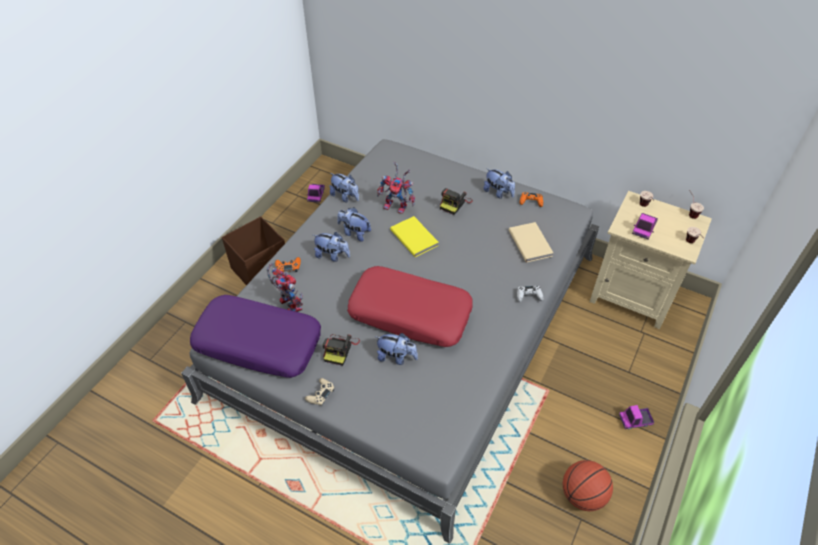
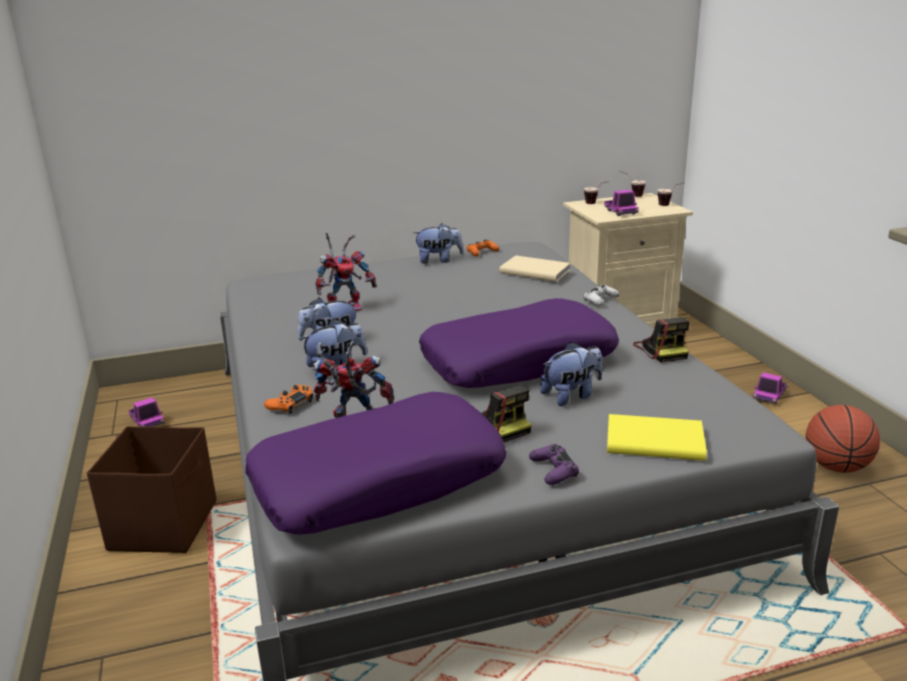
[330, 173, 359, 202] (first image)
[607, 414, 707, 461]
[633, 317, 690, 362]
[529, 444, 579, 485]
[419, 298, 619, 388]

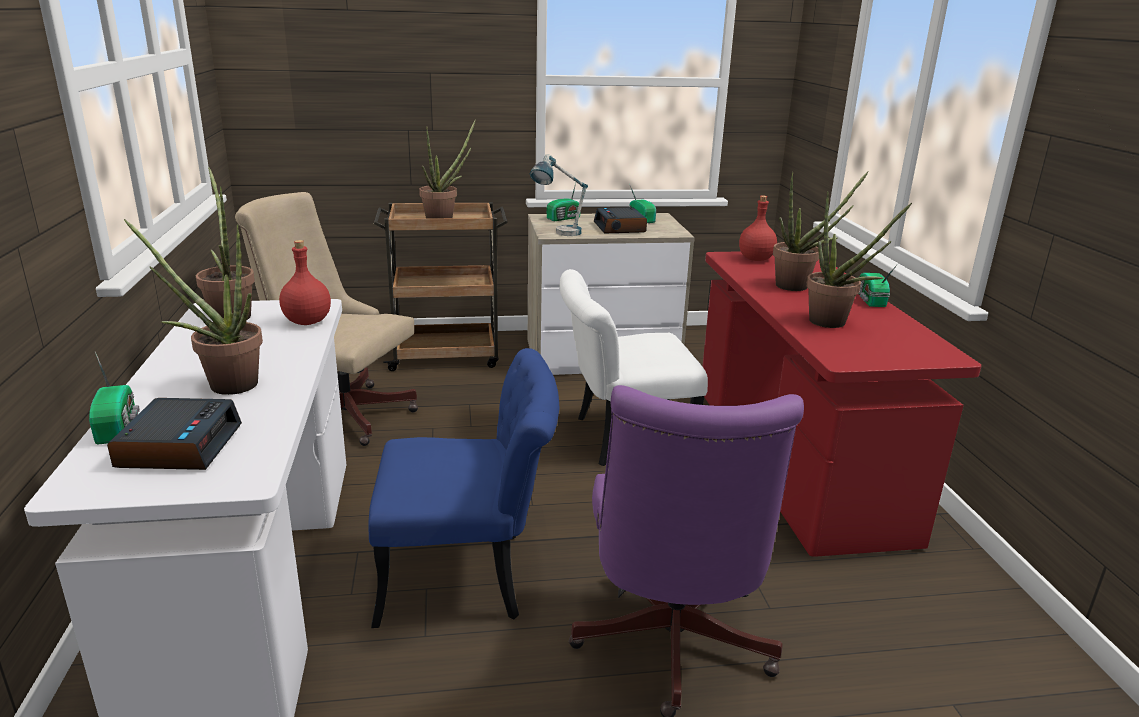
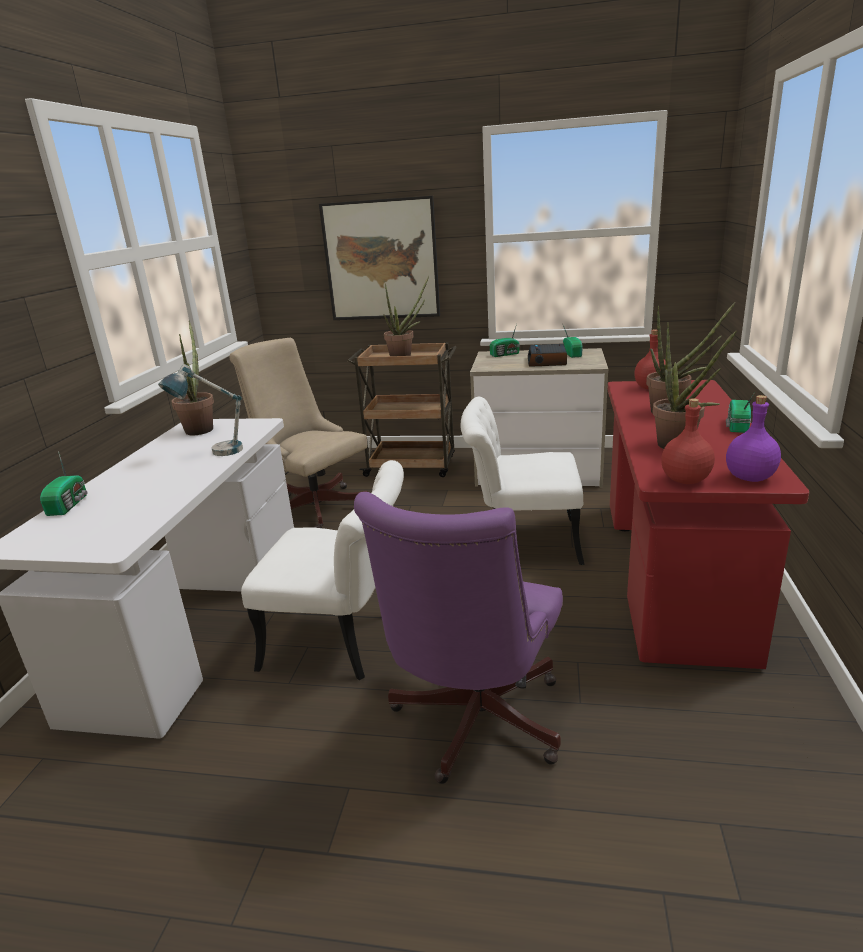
[107, 398, 242, 470] (first image)
[124, 219, 263, 395] (first image)
[319, 196, 440, 320]
[726, 395, 781, 482]
[661, 398, 715, 484]
[158, 364, 243, 456]
[241, 460, 404, 680]

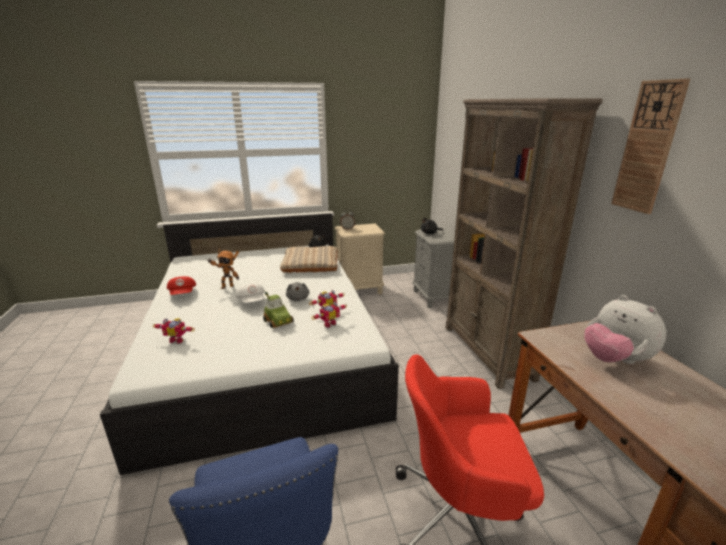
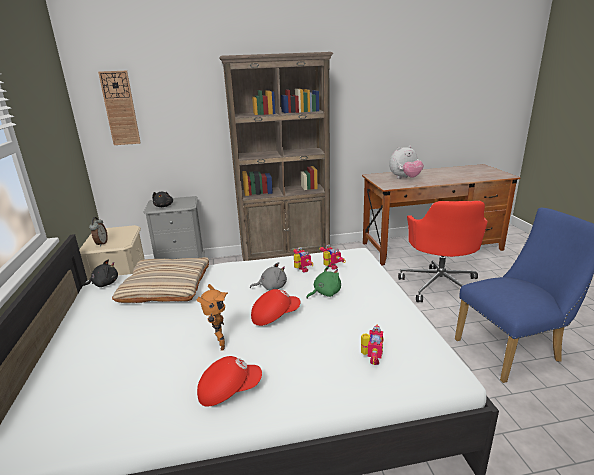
[98, 71, 141, 145]
[306, 266, 341, 298]
[251, 289, 301, 326]

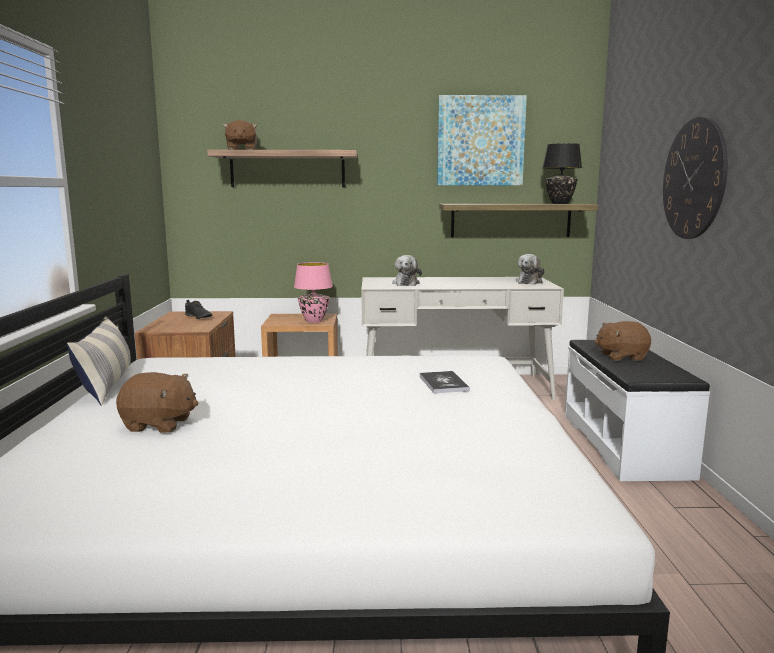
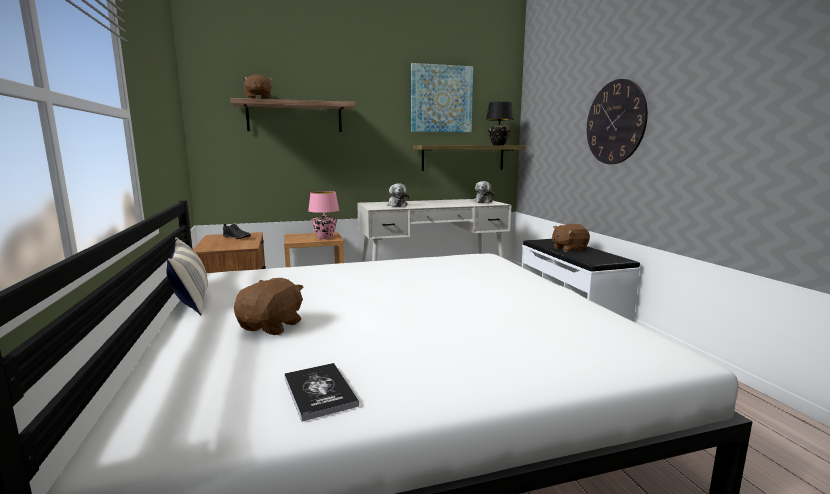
[284, 363, 359, 422]
[234, 278, 304, 335]

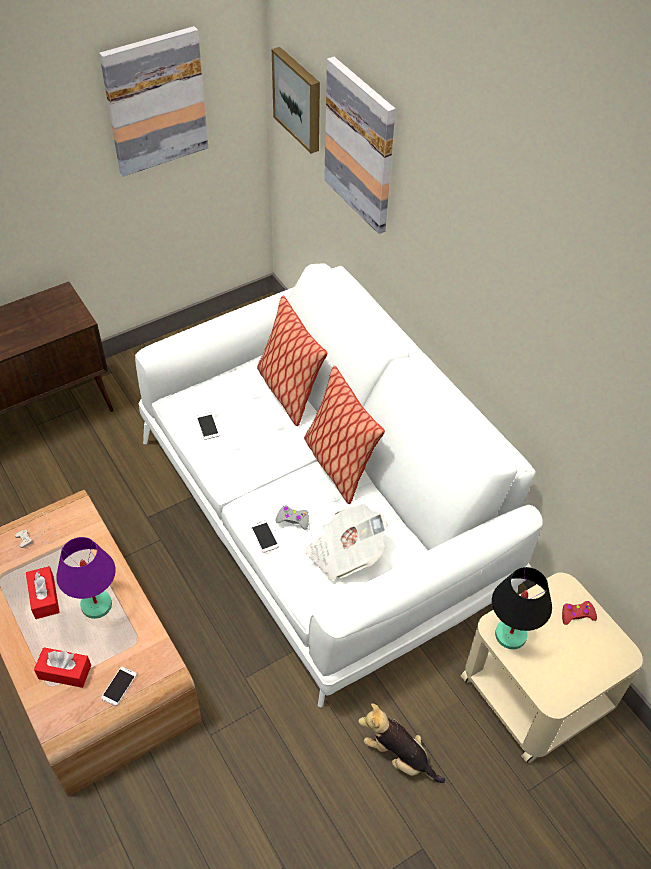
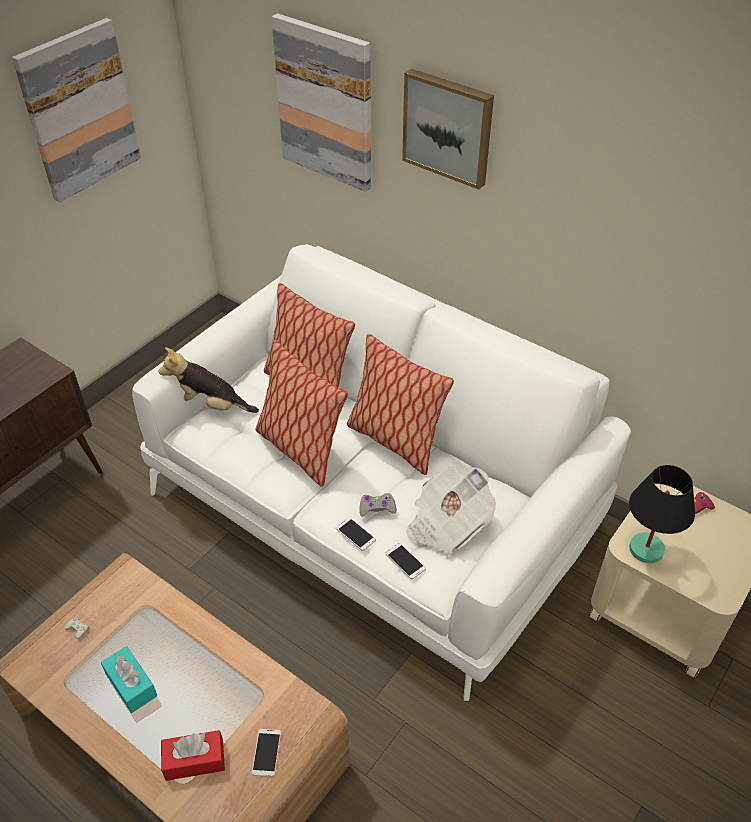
[56, 537, 116, 619] (first image)
[256, 340, 348, 487]
[385, 543, 426, 579]
[402, 69, 494, 190]
[158, 348, 259, 413]
[101, 646, 157, 713]

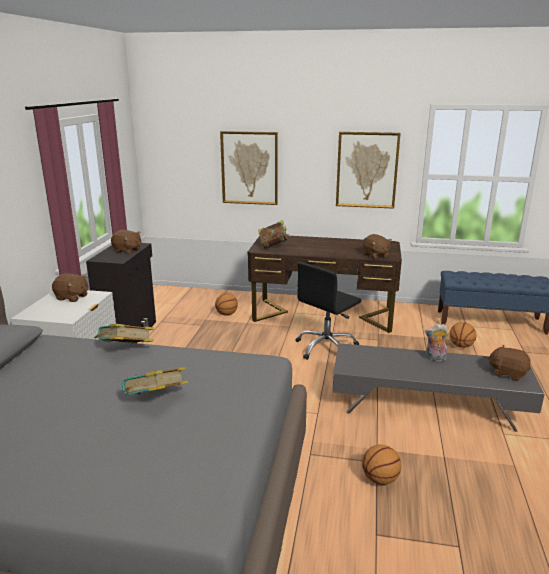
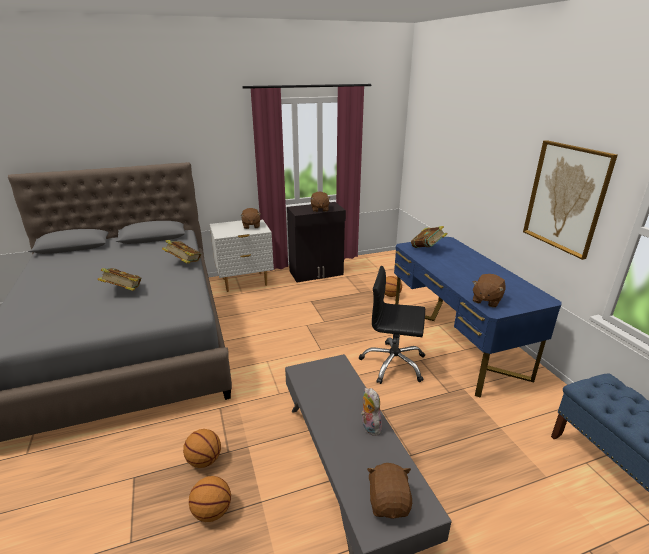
[220, 131, 278, 205] (first image)
[189, 476, 231, 522]
[394, 237, 562, 398]

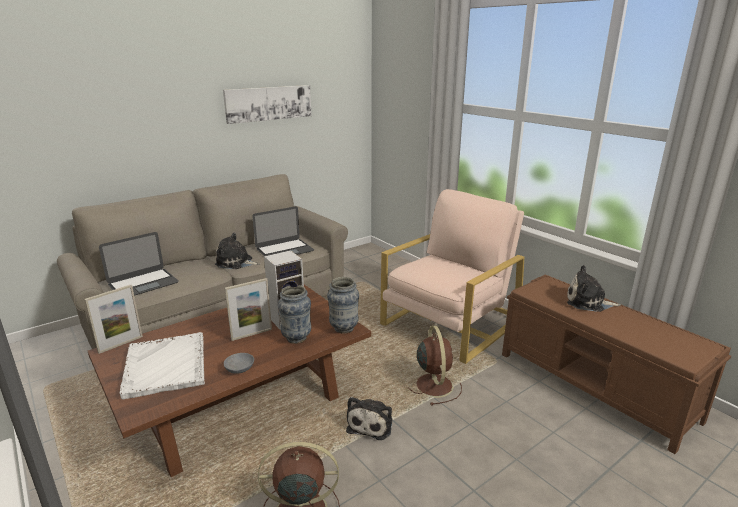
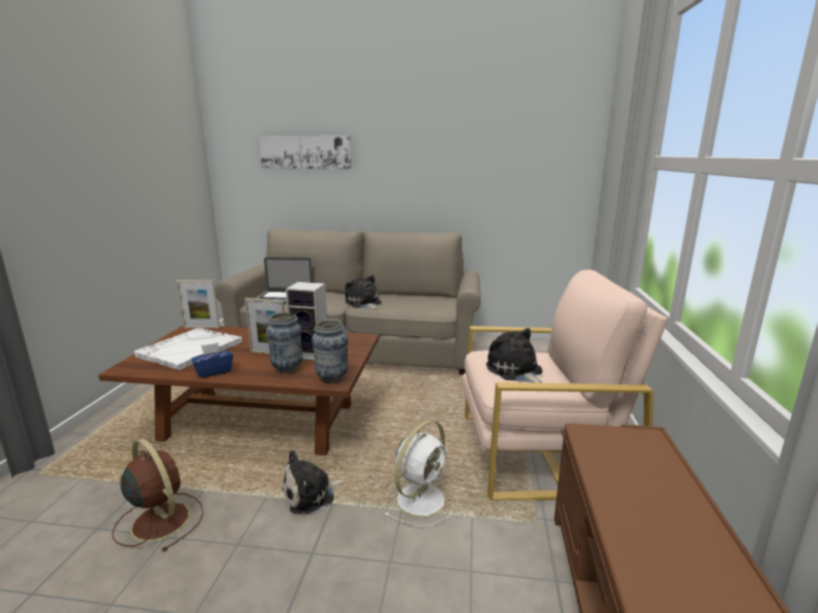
[252, 206, 314, 256] (first image)
[259, 136, 352, 169]
[486, 328, 543, 383]
[191, 343, 233, 378]
[385, 420, 451, 527]

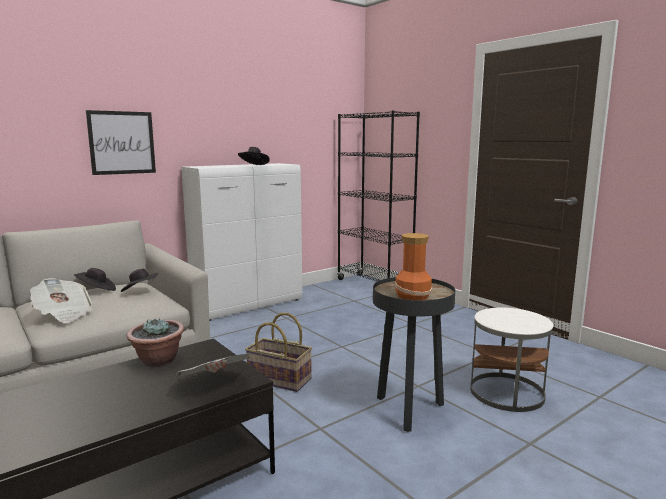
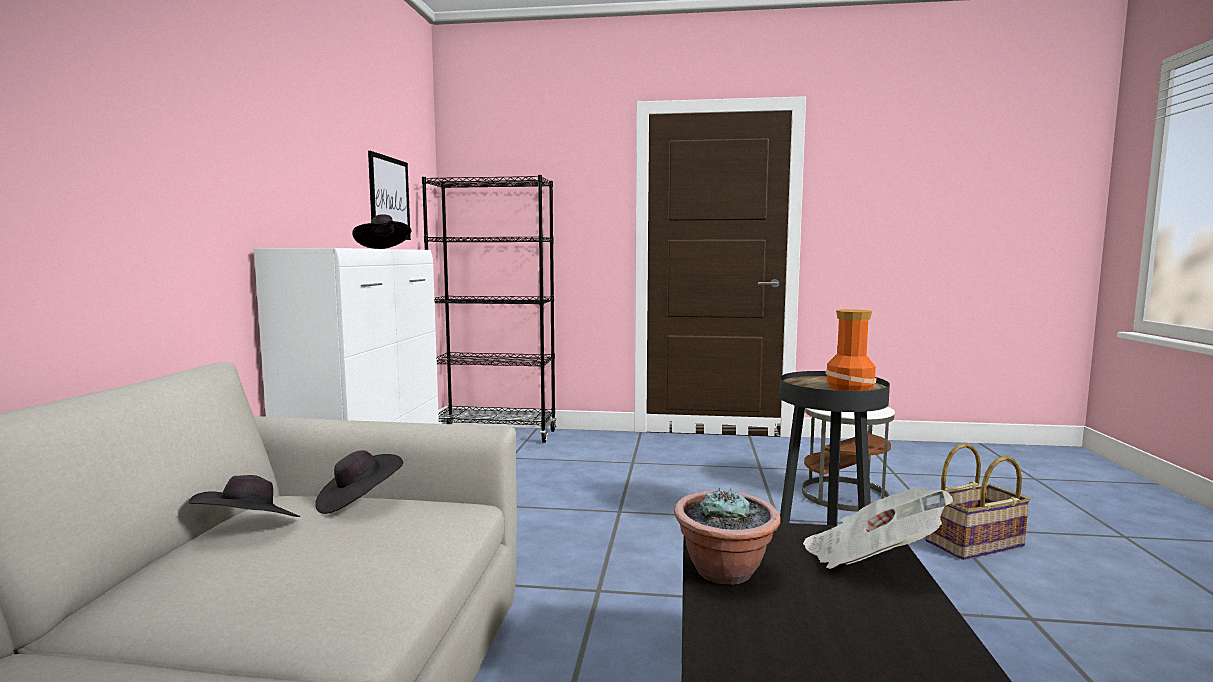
[30, 278, 93, 323] (first image)
[368, 151, 411, 240]
[926, 443, 1031, 560]

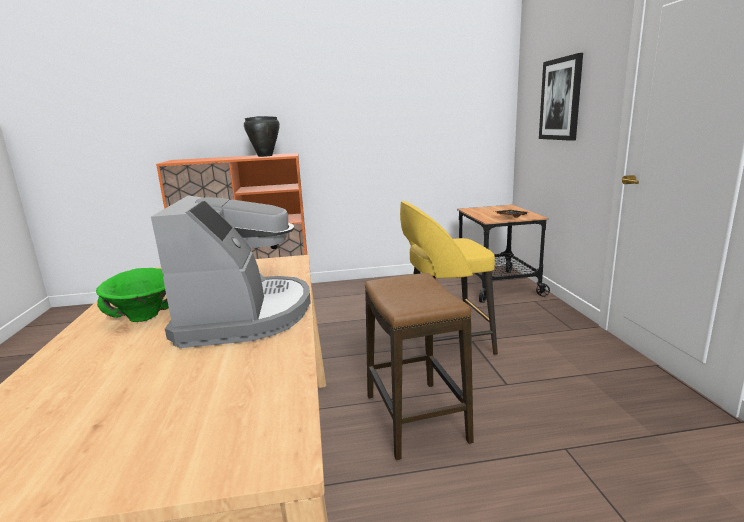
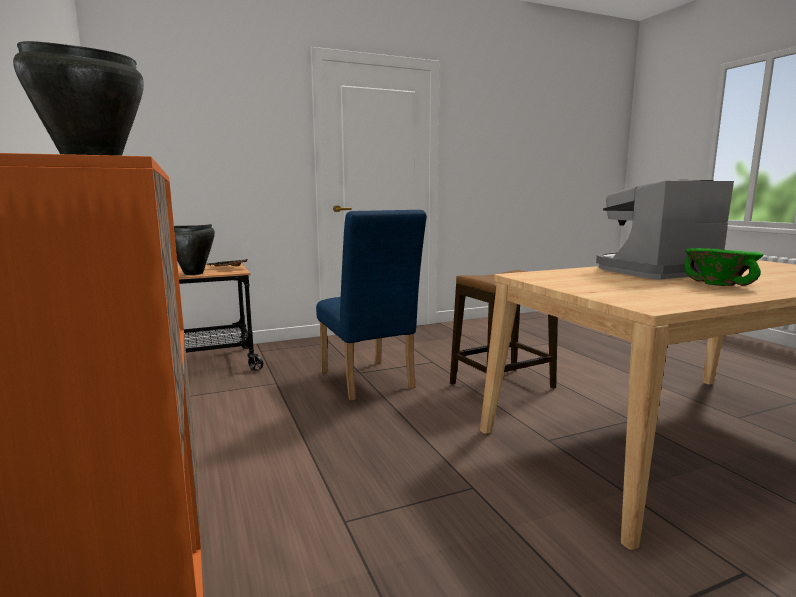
[539, 53, 583, 141] (first image)
[174, 224, 215, 275]
[316, 210, 427, 401]

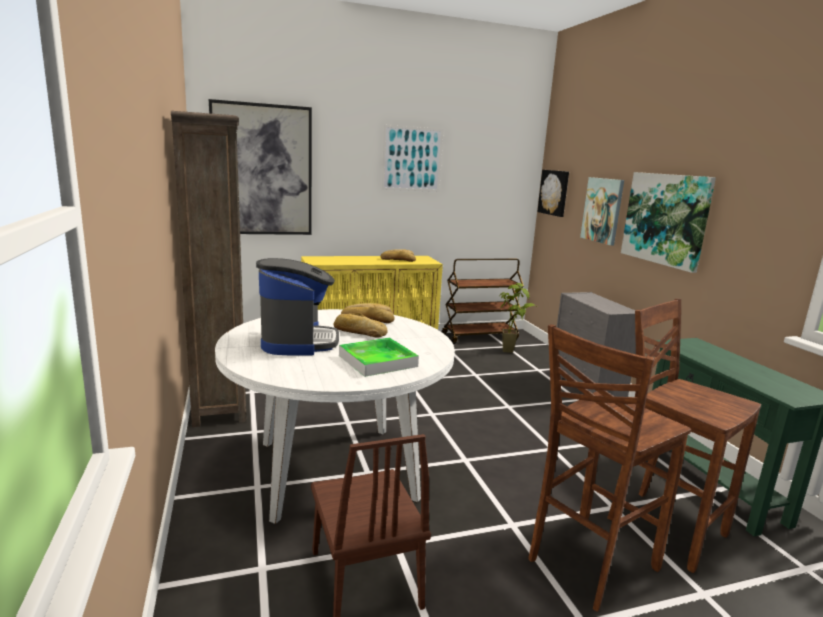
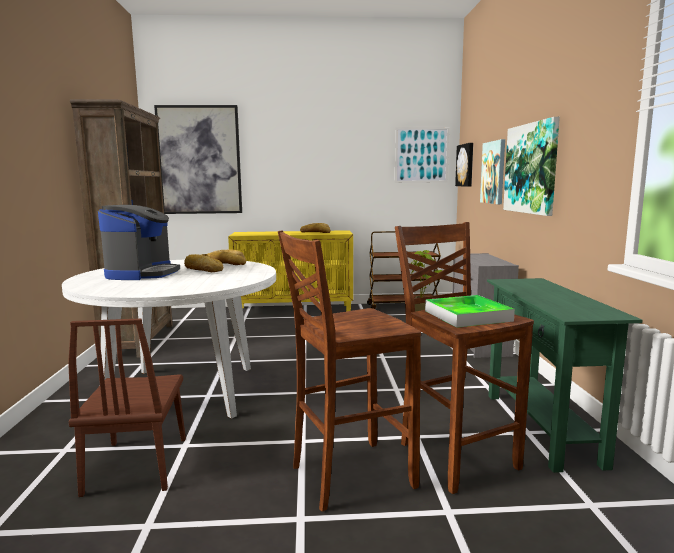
[425, 295, 515, 328]
[395, 127, 449, 183]

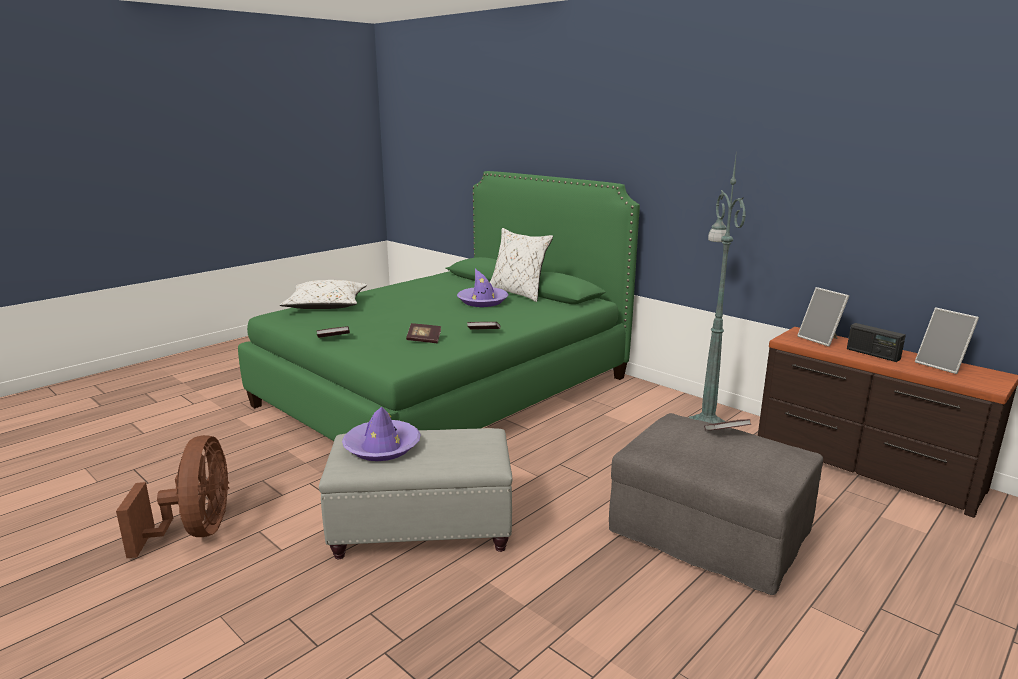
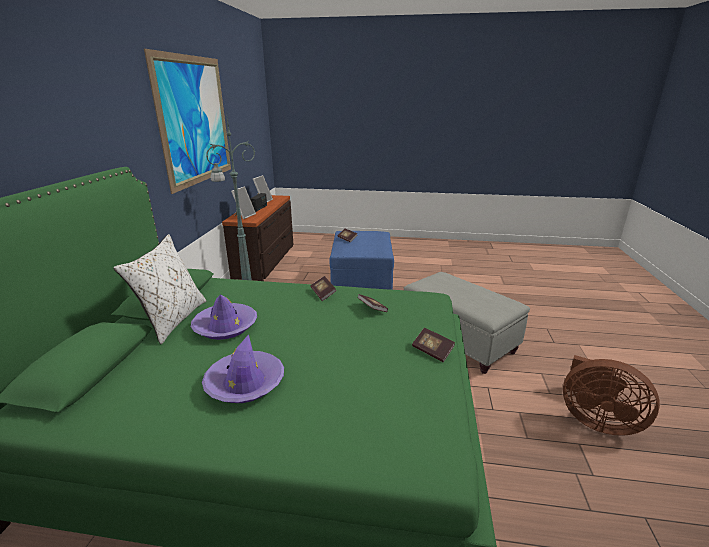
[280, 280, 367, 309] (first image)
[144, 49, 231, 194]
[202, 334, 284, 403]
[330, 231, 394, 290]
[563, 355, 660, 436]

